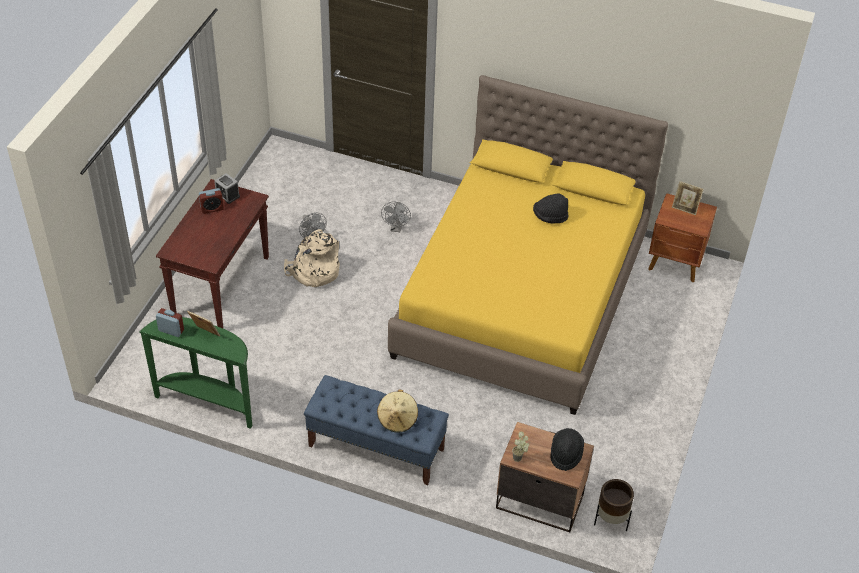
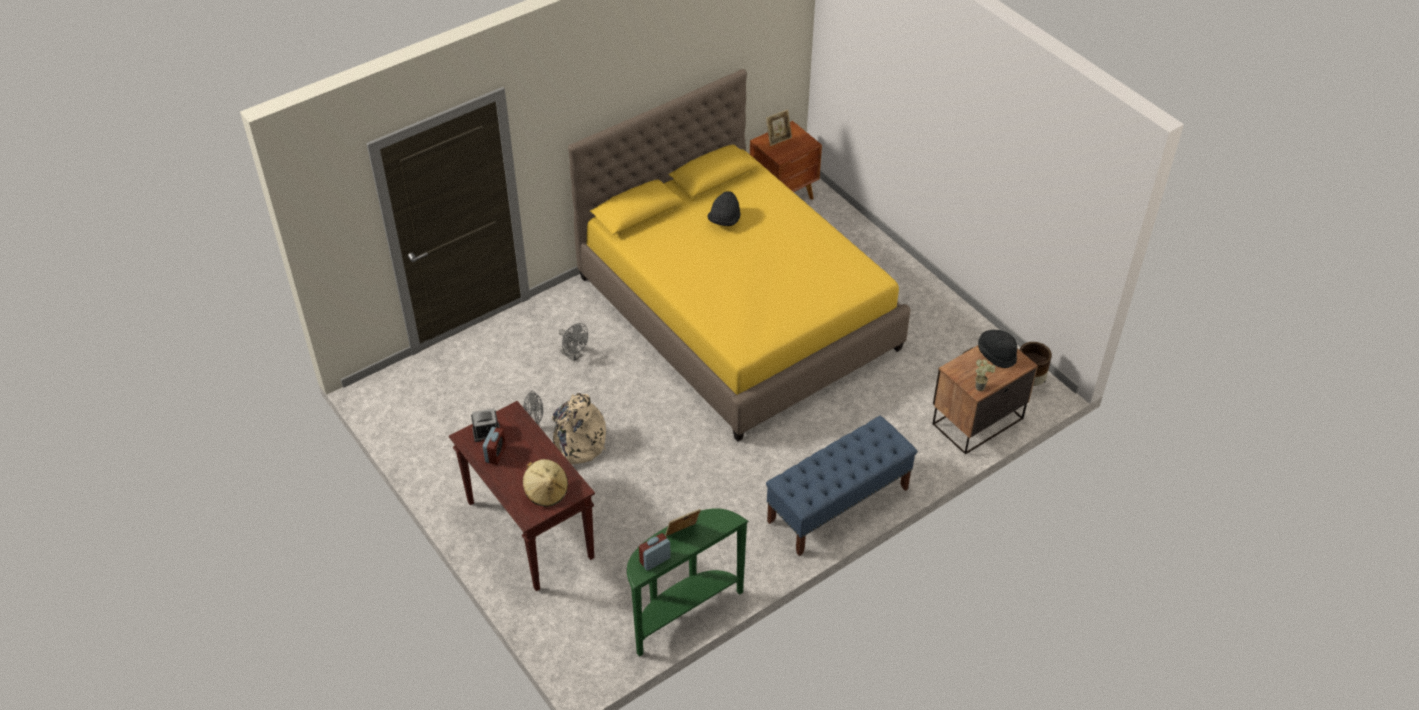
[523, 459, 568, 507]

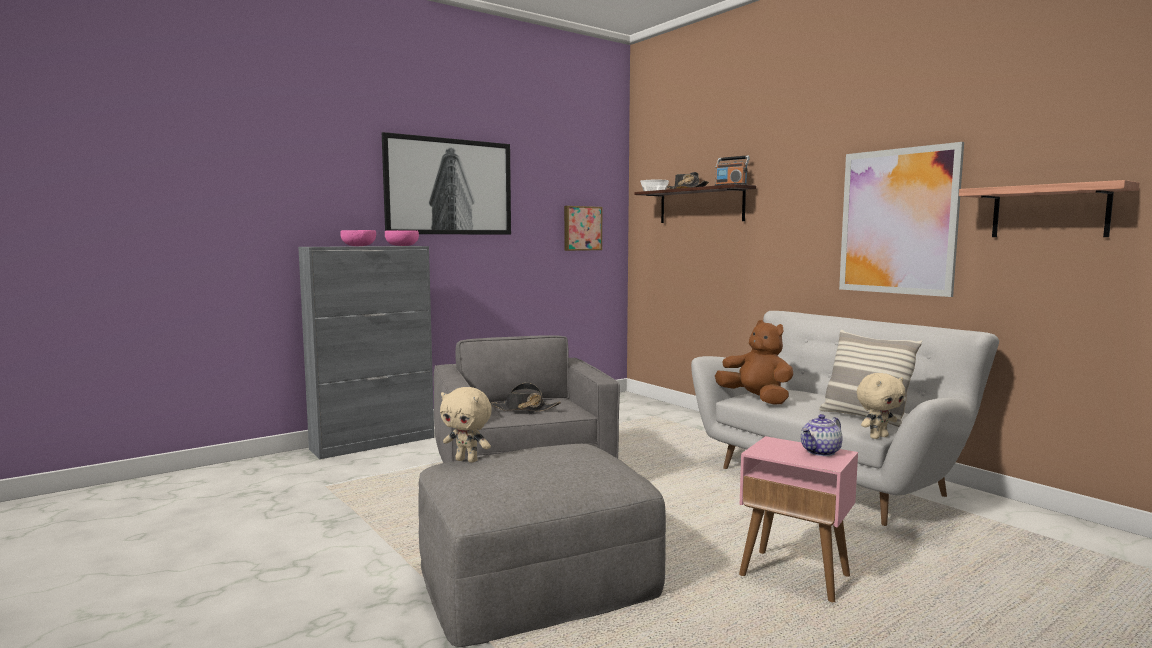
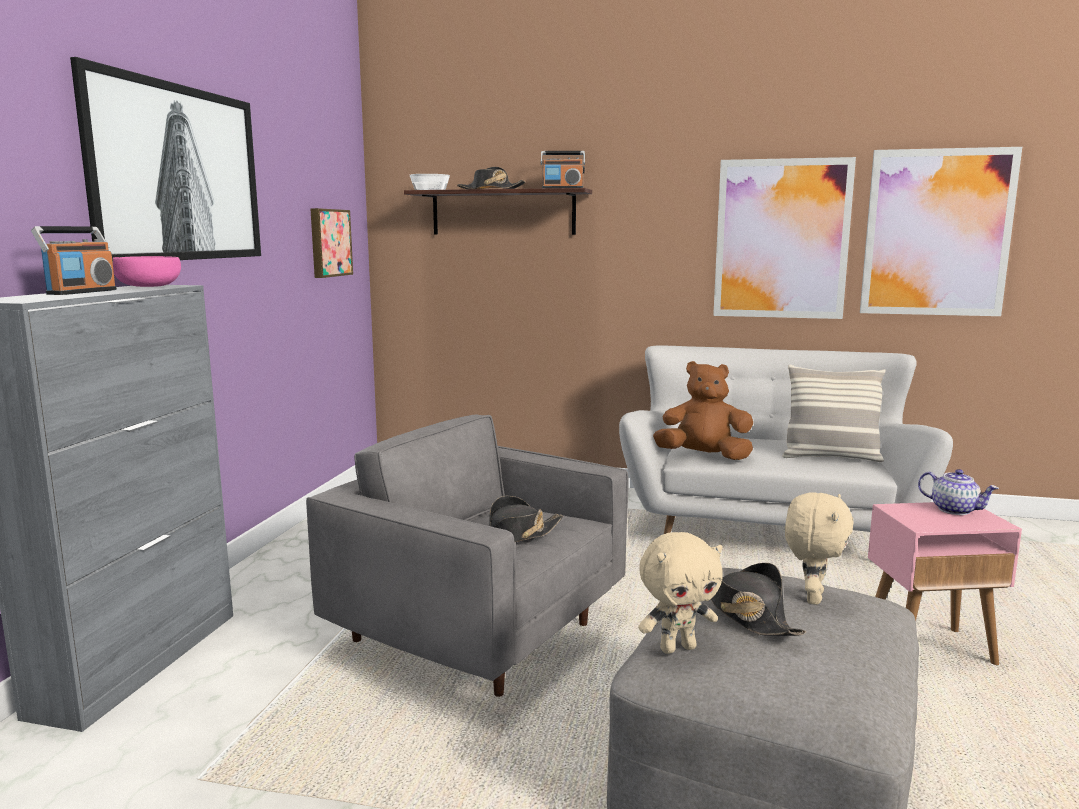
[711, 563, 806, 636]
[785, 492, 854, 605]
[31, 226, 117, 295]
[860, 147, 1022, 316]
[918, 469, 999, 515]

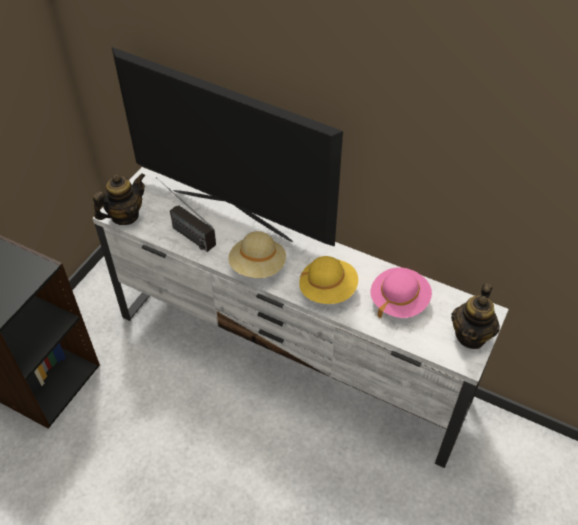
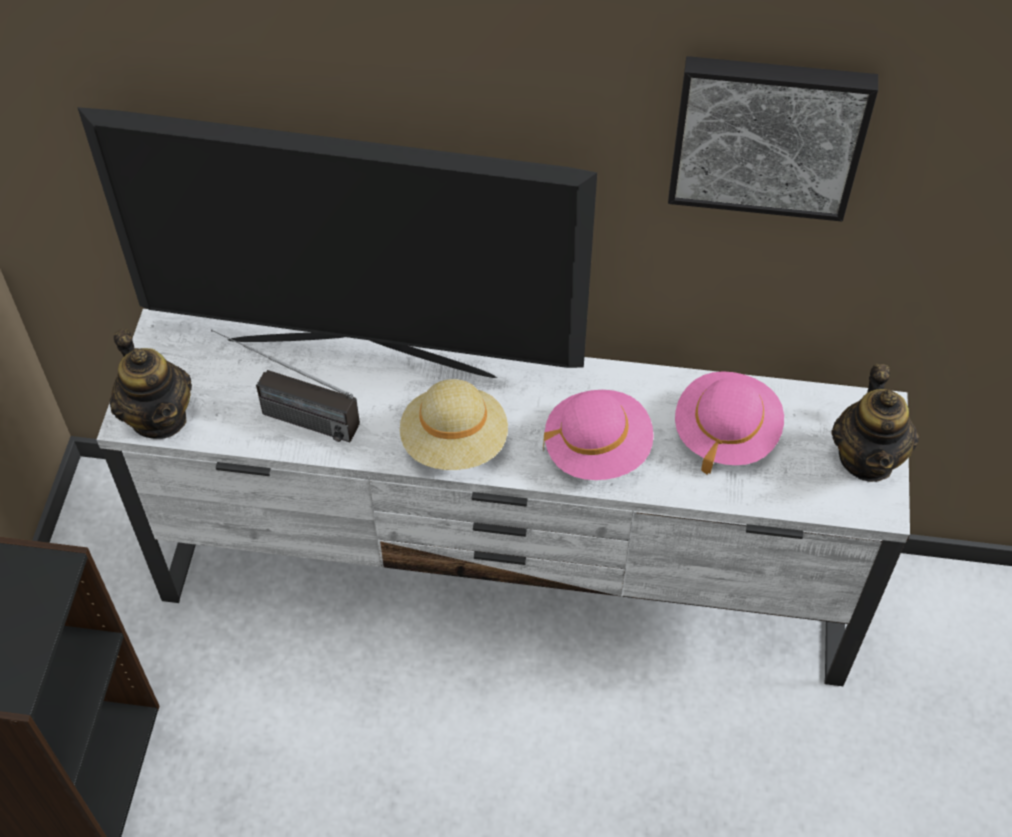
[668, 56, 878, 221]
[543, 390, 654, 480]
[110, 329, 192, 439]

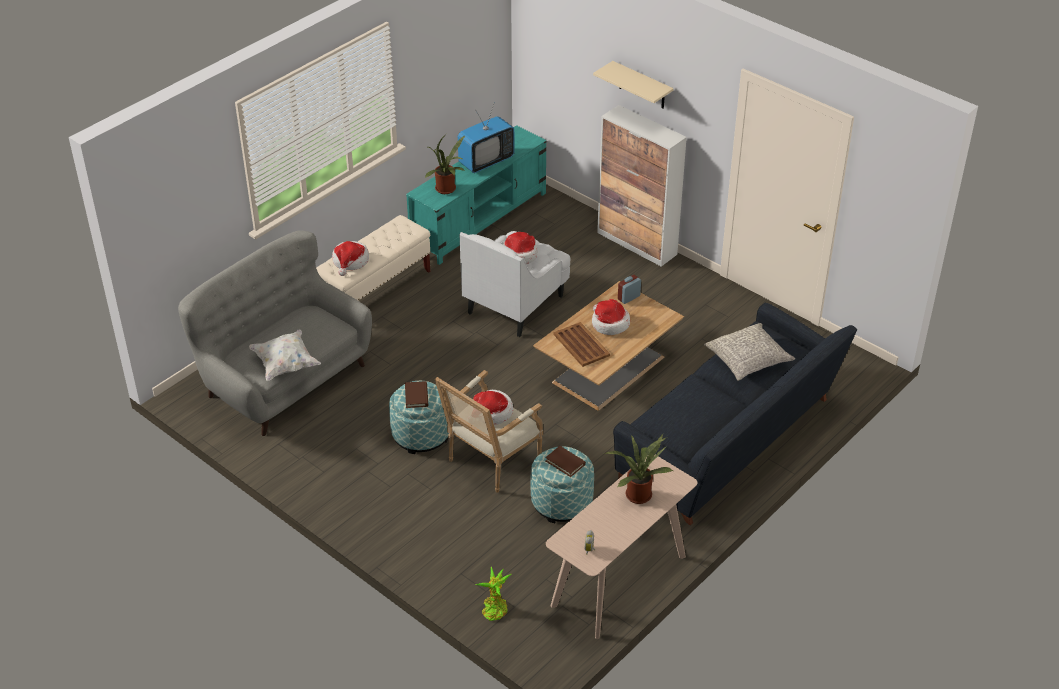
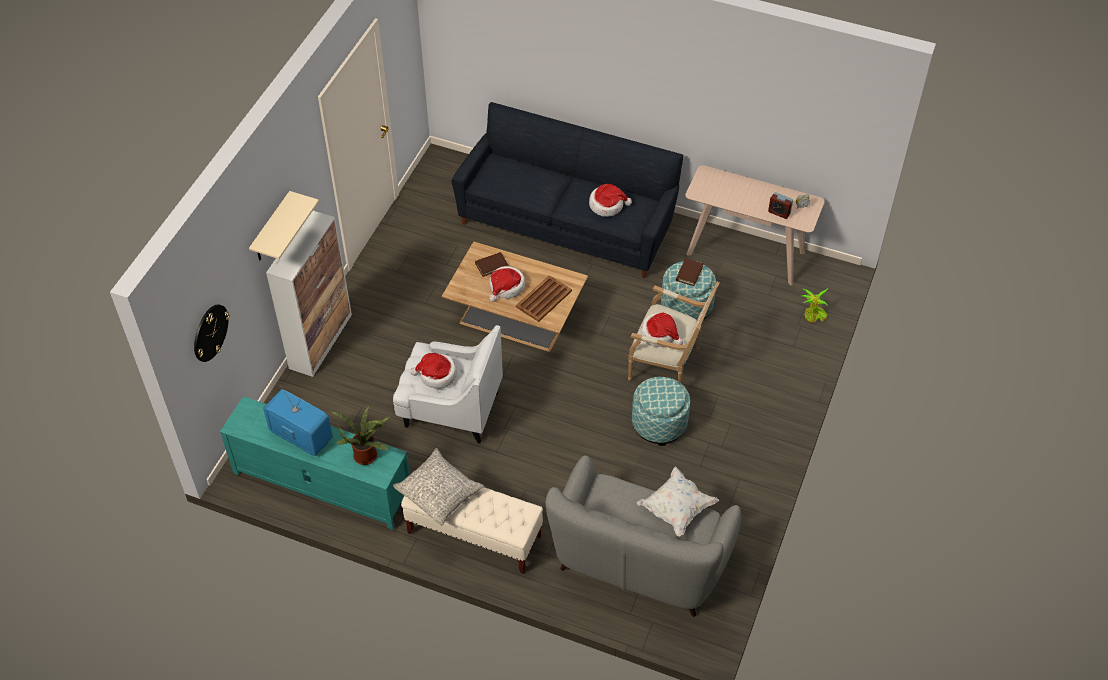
[604, 434, 673, 504] (first image)
[194, 304, 230, 362]
[589, 184, 632, 217]
[475, 252, 508, 277]
[768, 192, 793, 219]
[393, 448, 484, 526]

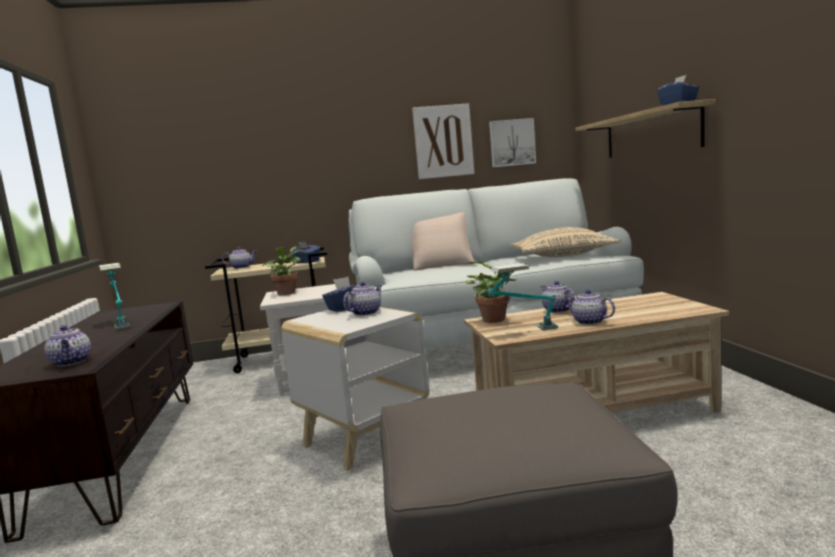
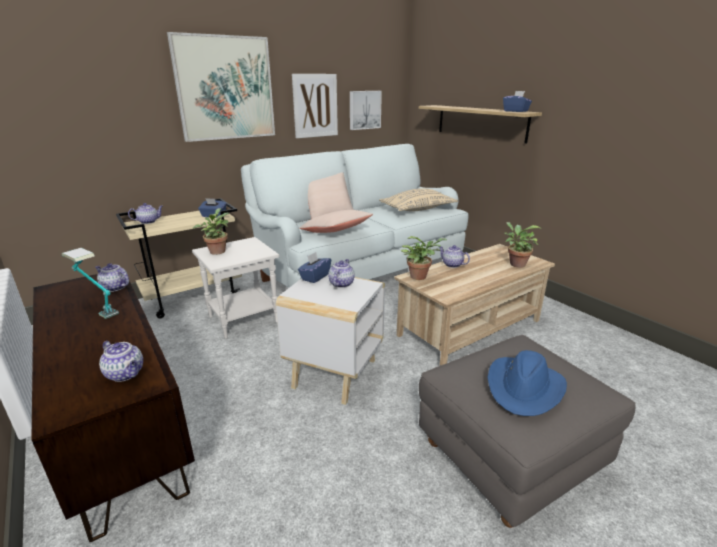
[486, 263, 558, 331] (first image)
[167, 32, 275, 142]
[299, 210, 373, 233]
[487, 350, 567, 416]
[504, 222, 540, 268]
[95, 263, 129, 292]

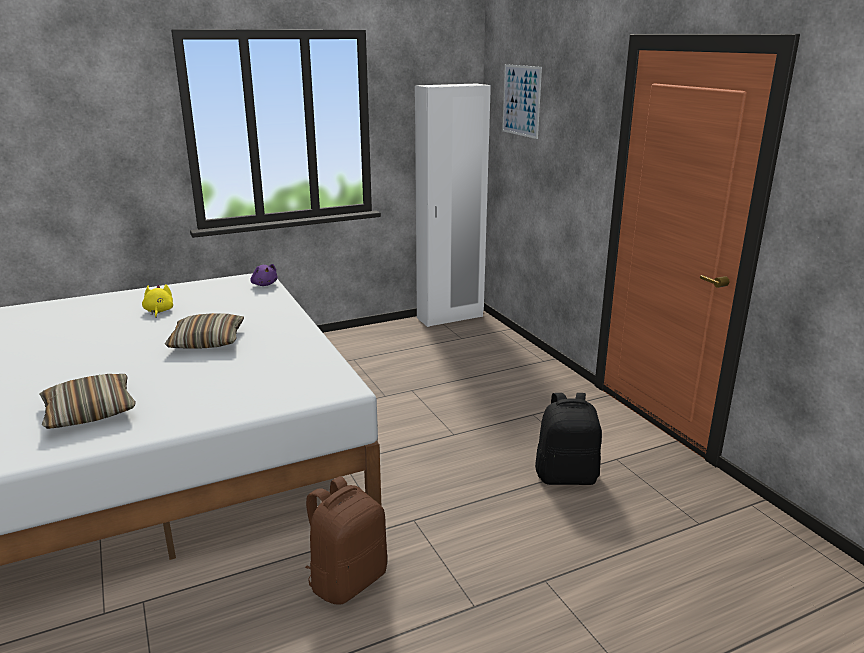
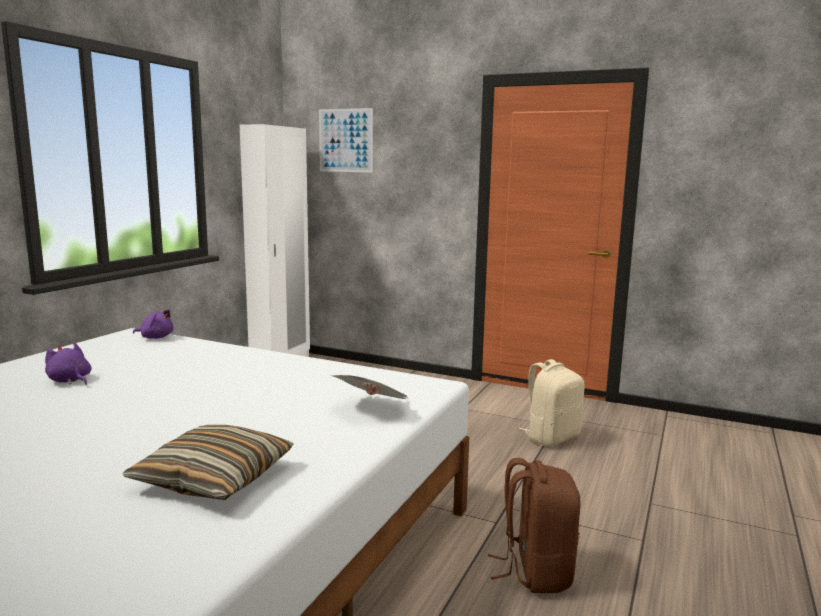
[165, 313, 244, 349] (first image)
[333, 375, 409, 399]
[45, 342, 91, 385]
[519, 359, 584, 446]

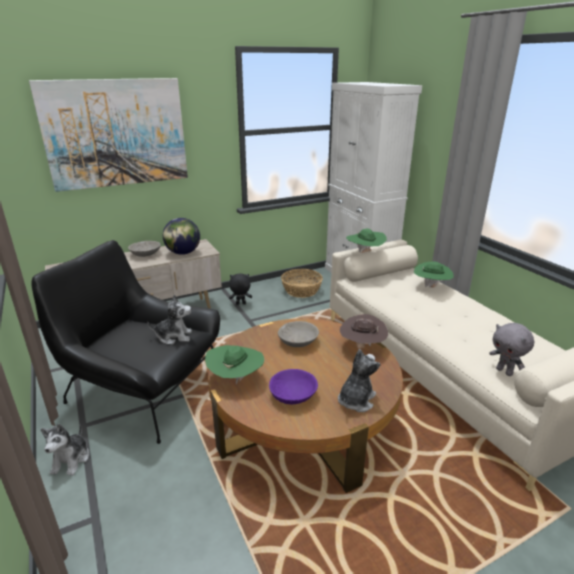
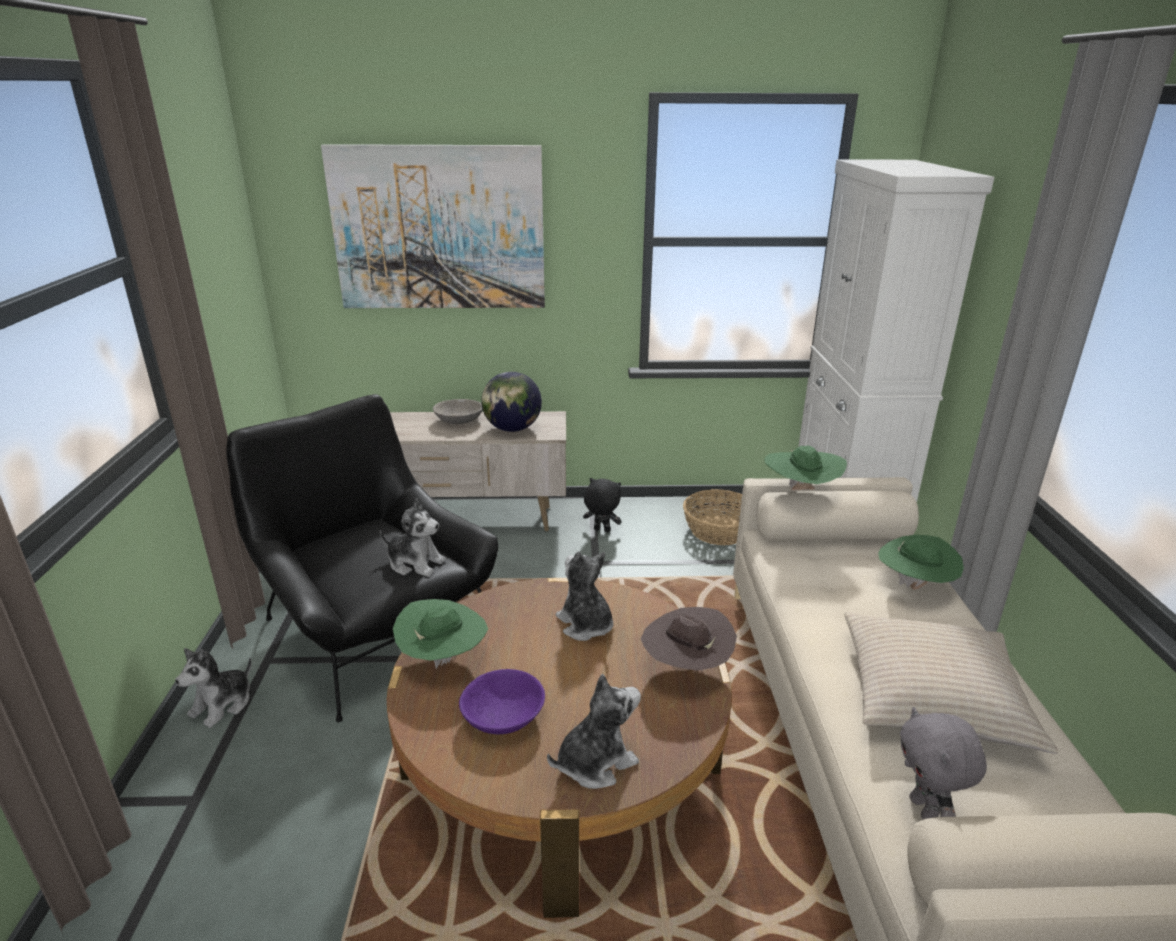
[845, 612, 1058, 754]
[556, 551, 613, 641]

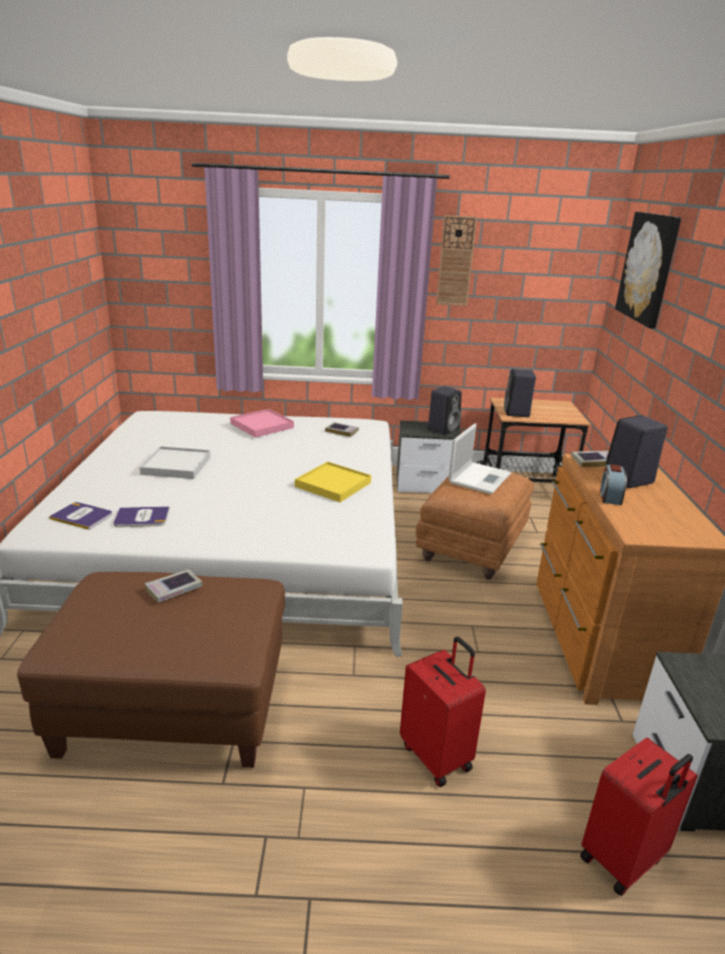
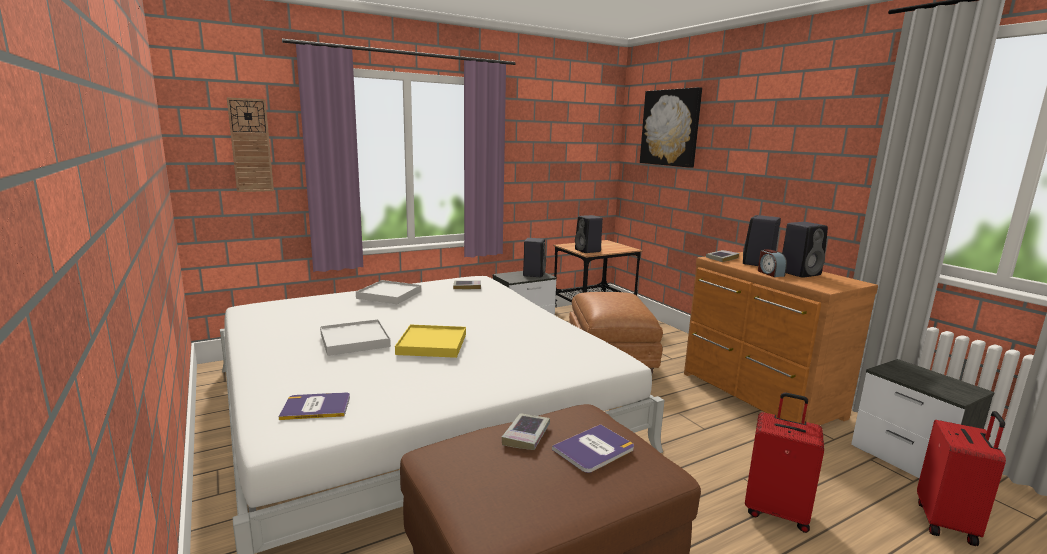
[448, 423, 511, 494] (first image)
[782, 222, 828, 278]
[552, 424, 634, 473]
[395, 325, 466, 358]
[227, 97, 274, 192]
[356, 280, 421, 304]

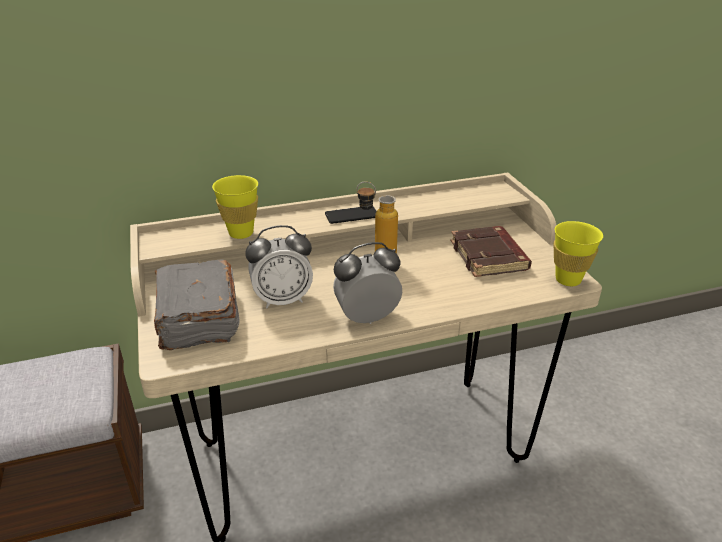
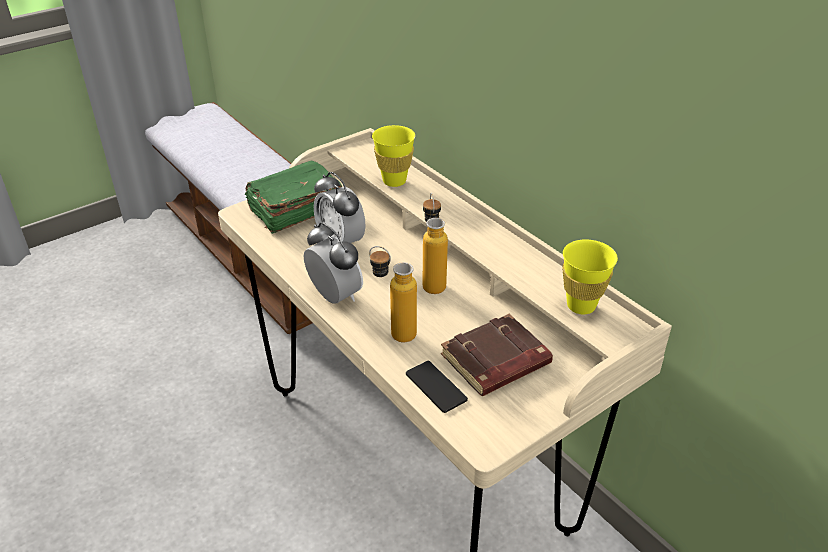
[369, 246, 417, 342]
[406, 361, 468, 413]
[562, 240, 618, 314]
[244, 161, 342, 234]

